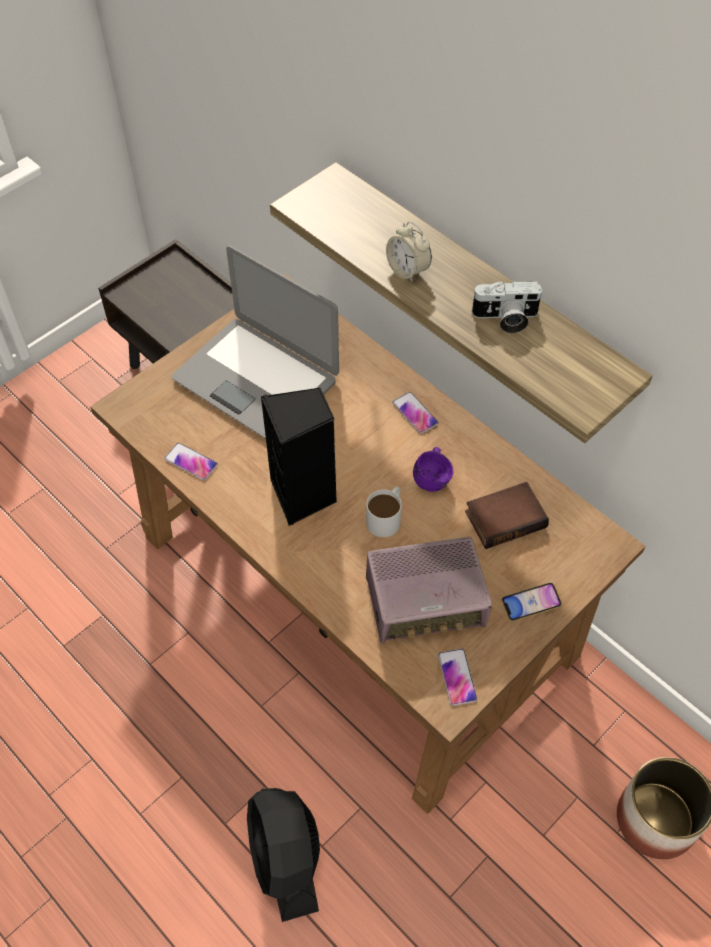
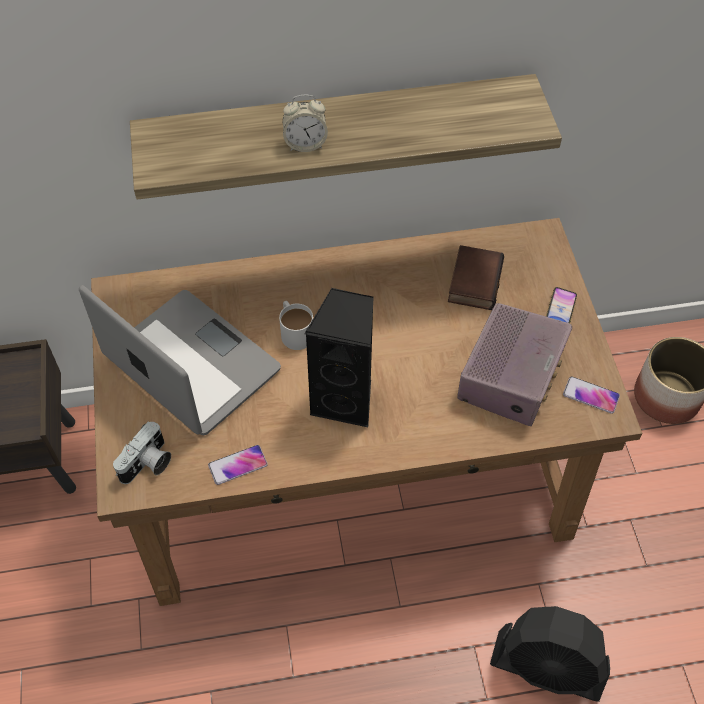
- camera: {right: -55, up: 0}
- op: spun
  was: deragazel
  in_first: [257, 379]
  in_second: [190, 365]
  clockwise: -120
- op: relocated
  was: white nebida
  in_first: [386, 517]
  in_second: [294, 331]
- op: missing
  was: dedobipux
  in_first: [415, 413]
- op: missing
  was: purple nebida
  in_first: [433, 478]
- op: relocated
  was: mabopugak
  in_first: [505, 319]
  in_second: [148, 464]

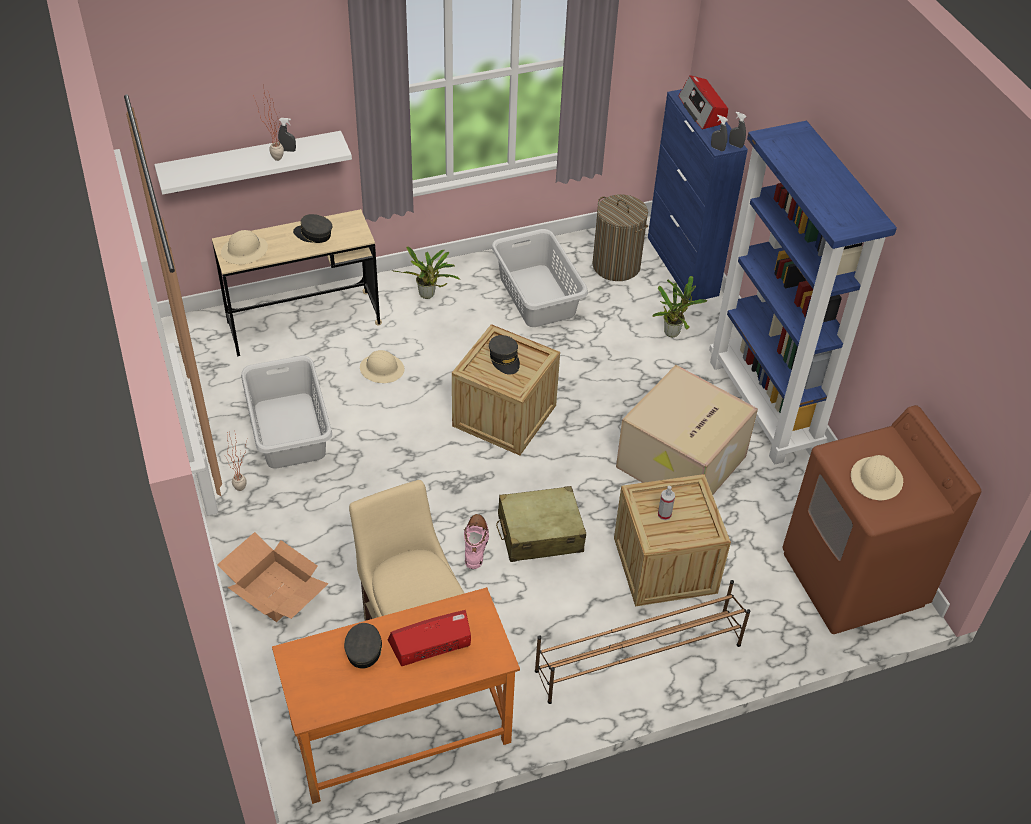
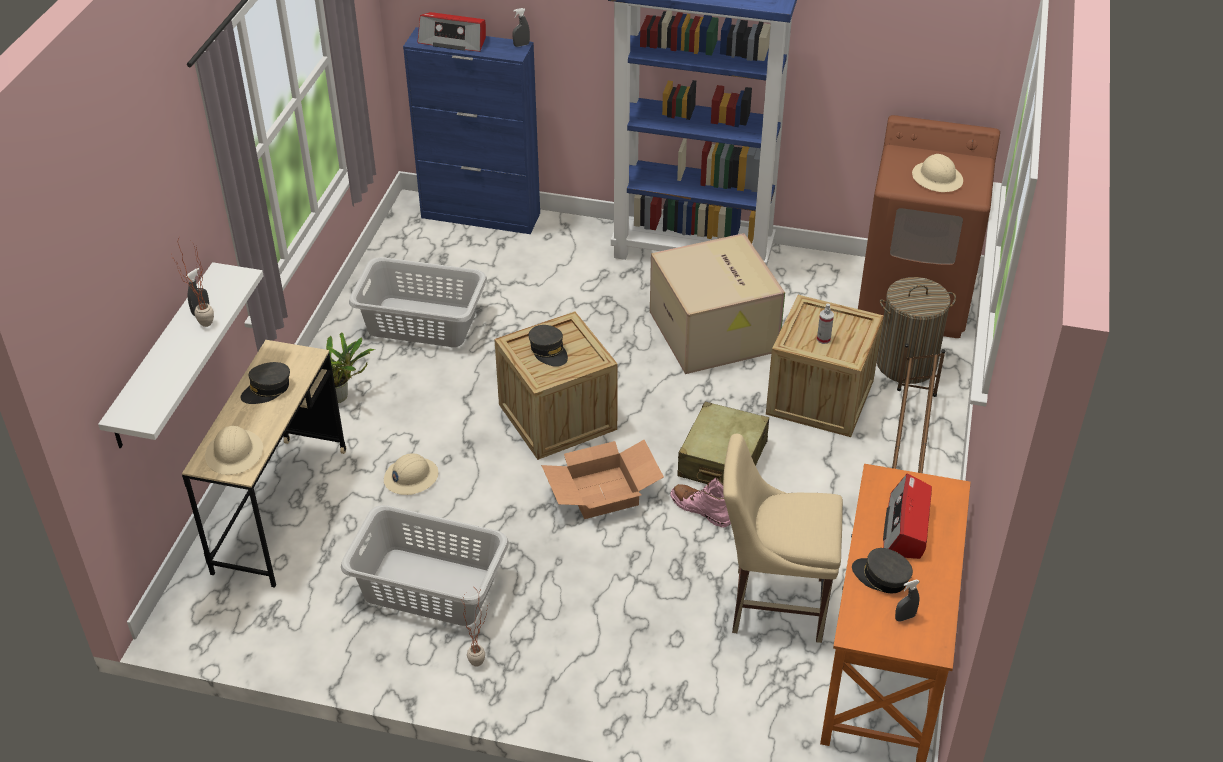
- camera: {right: -55, up: -5}
- op: relocated
  was: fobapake
  in_first: [277, 590]
  in_second: [603, 491]
- op: spun
  was: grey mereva
  in_first: [504, 359]
  in_second: [548, 351]
  clockwise: 45
- op: relocated
  was: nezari
  in_first: [616, 265]
  in_second: [906, 364]
- op: missing
  was: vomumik
  in_first: [673, 331]
- op: relocated
  was: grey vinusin
  in_first: [717, 148]
  in_second: [905, 617]

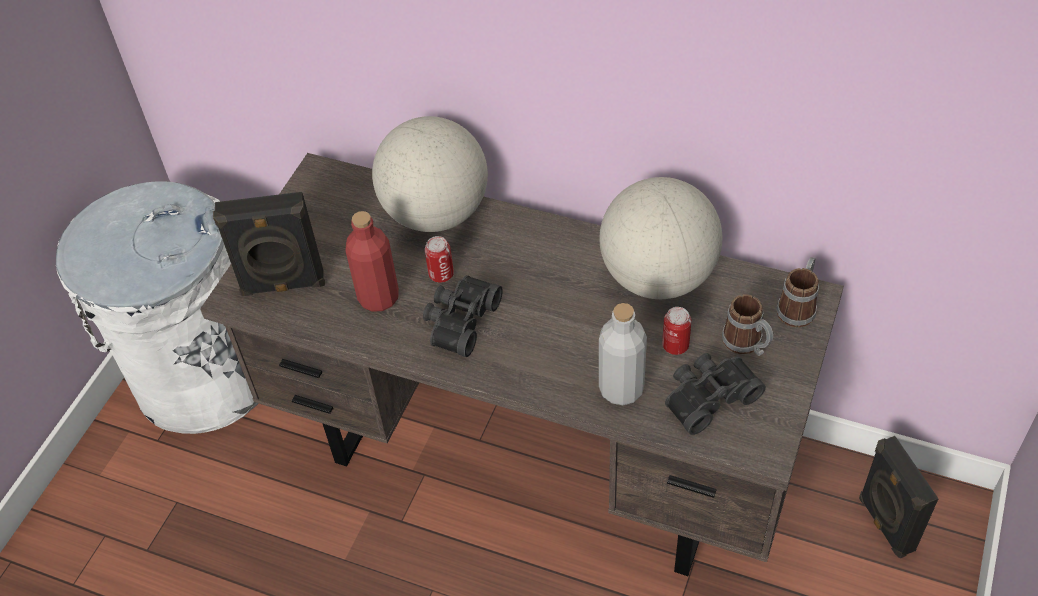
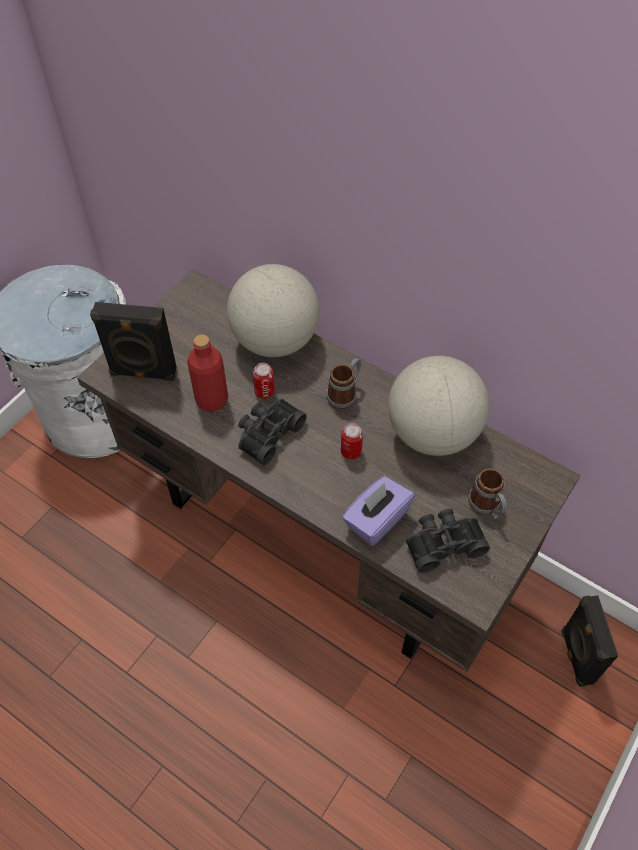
- camera: {right: 10, up: 5}
- op: exchanged
  was: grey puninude
  now: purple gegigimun
  in_first: [621, 389]
  in_second: [376, 520]
- op: relocated
  was: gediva
  in_first: [675, 345]
  in_second: [351, 451]
- op: relocated
  was: nebida
  in_first: [798, 307]
  in_second: [345, 393]

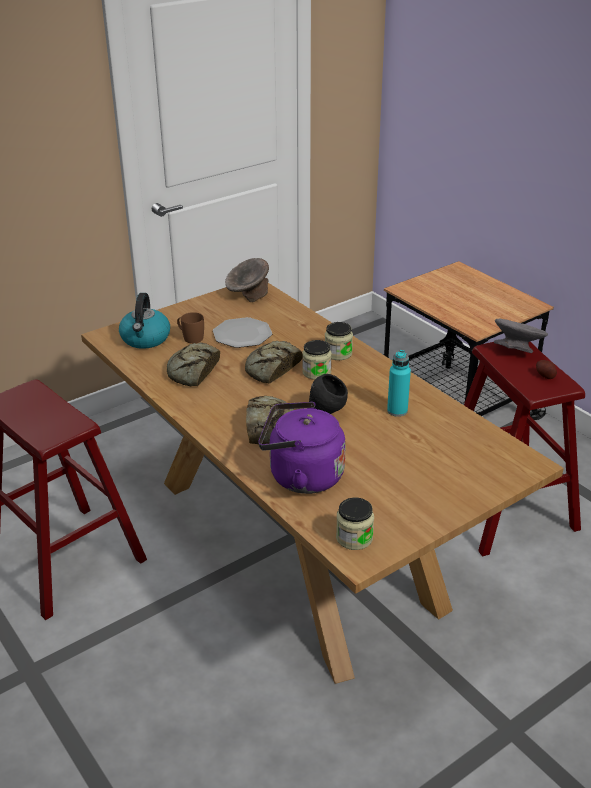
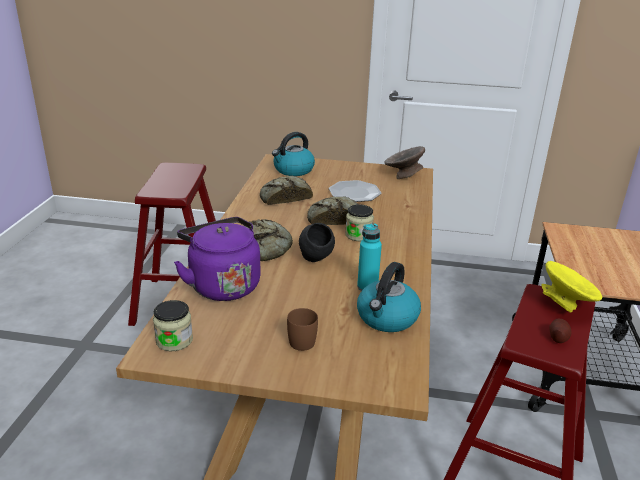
- camera: {right: 45, up: -5}
- op: relocated
  was: brown nebida
  in_first: [190, 337]
  in_second: [301, 339]
- op: missing
  was: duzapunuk
  in_first: [338, 353]
- op: colour
  was: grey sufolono
  now: yellow sufolono
  in_first: [516, 349]
  in_second: [566, 305]
- op: appeared
  now: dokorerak
  in_second: [387, 318]

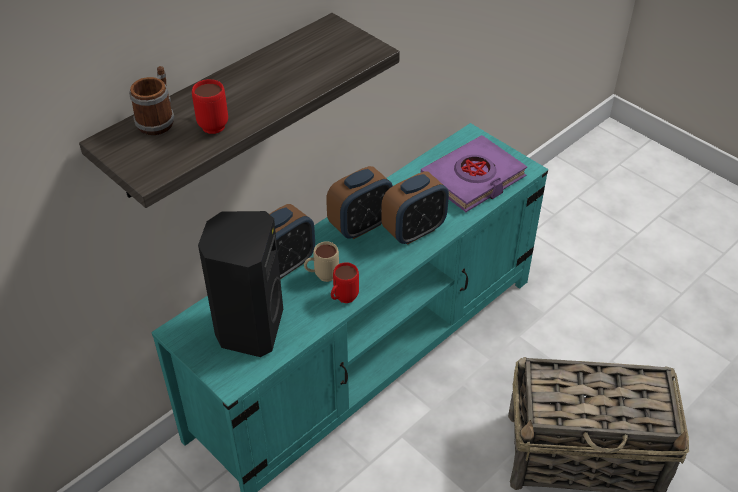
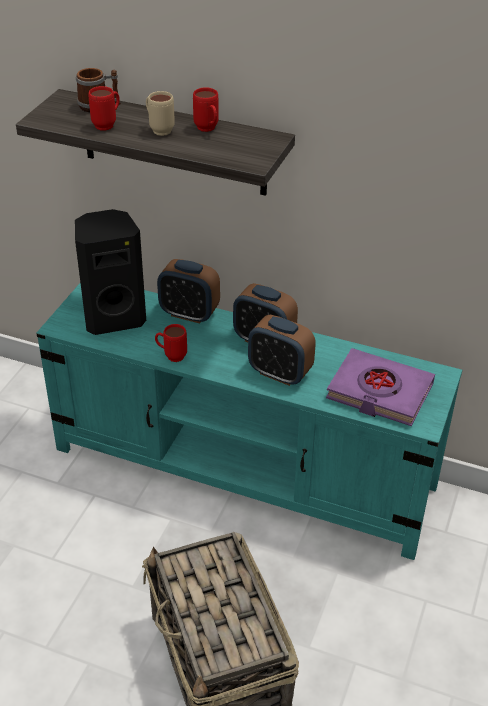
- camera: {right: 65, up: -5}
- op: relocated
  was: beige nebida
  in_first: [322, 276]
  in_second: [159, 130]
- op: appeared
  now: red nebida
  in_second: [208, 130]

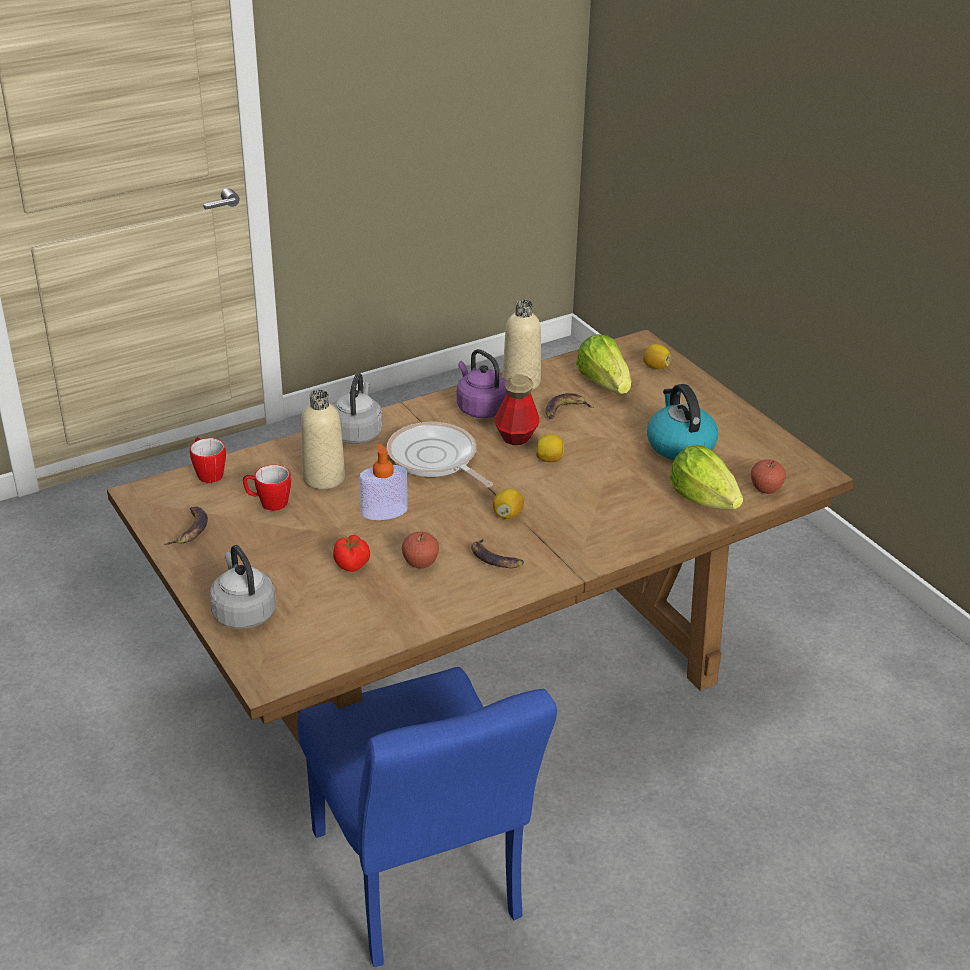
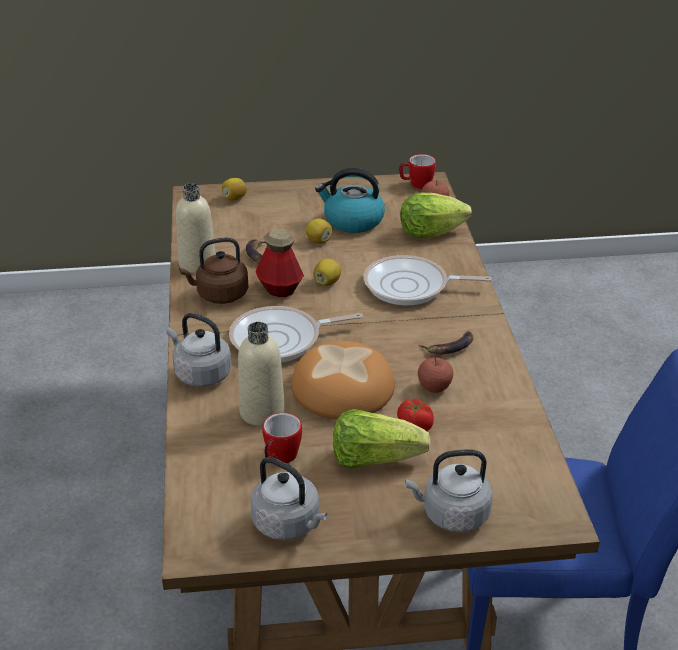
- camera: {right: -65, up: 0}
- op: exchanged
  was: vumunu
  now: grey dokorerak
  in_first: [190, 529]
  in_second: [289, 524]
- op: relocated
  was: nebida
  in_first: [208, 473]
  in_second: [416, 185]
- op: exchanged
  was: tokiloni
  now: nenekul
  in_first: [384, 511]
  in_second: [343, 389]
- op: colour
  was: purple dokorerak
  now: brown dokorerak
  in_first: [480, 408]
  in_second: [219, 295]
- op: relocated
  was: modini
  in_first: [508, 514]
  in_second: [319, 241]
- op: relocated
  was: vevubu
  in_first: [604, 383]
  in_second: [374, 459]
- op: appeared
  now: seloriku
  in_second: [411, 287]

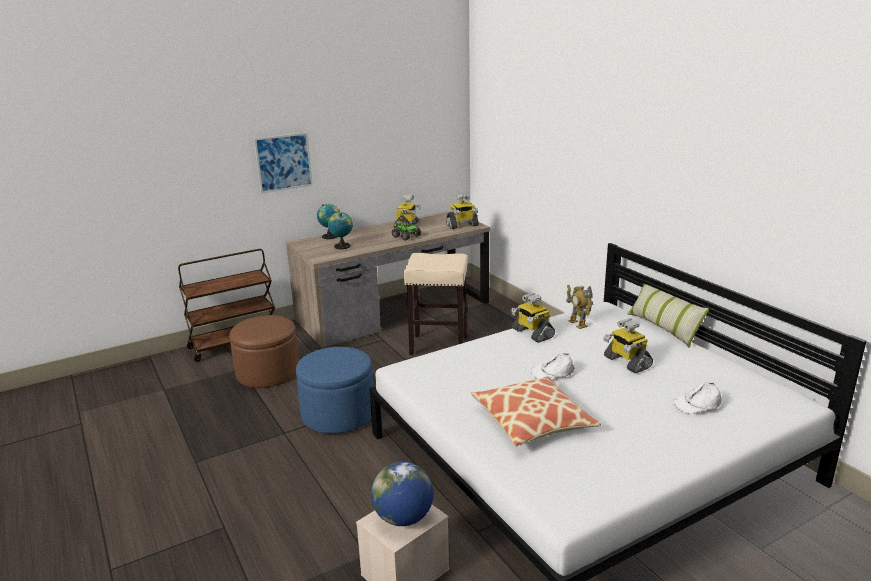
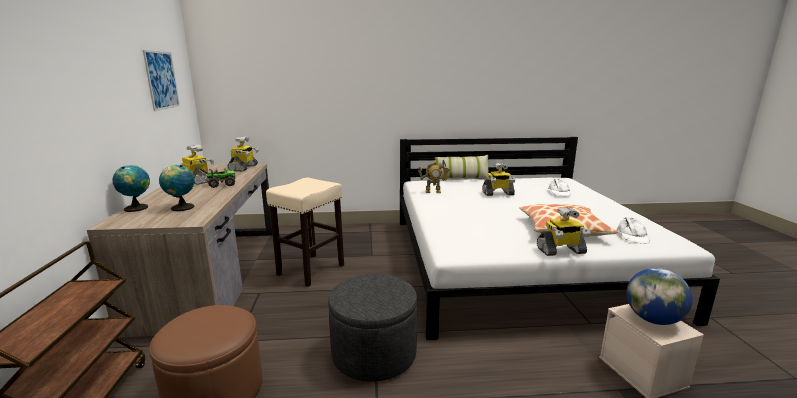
- camera: {right: -65, up: -5}
- op: relocated
  was: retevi
  in_first: [284, 162]
  in_second: [162, 80]
- op: colour
  was: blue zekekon
  now: grey zekekon
  in_first: [338, 415]
  in_second: [374, 353]
- op: relocated
  was: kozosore
  in_first: [532, 333]
  in_second: [561, 251]
- op: relocated
  was: white mereva
  in_first: [552, 372]
  in_second: [632, 236]

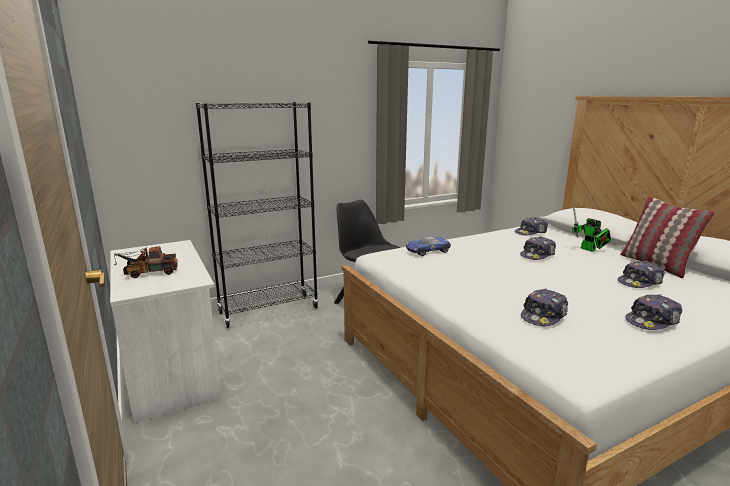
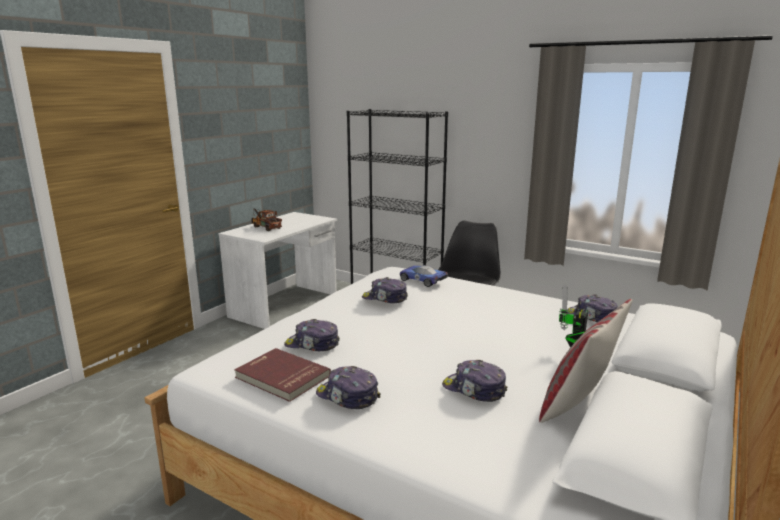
- camera: {right: 60, up: 0}
- op: relocated
  was: mereva
  in_first: [537, 255]
  in_second: [384, 298]
- op: appeared
  now: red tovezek
  in_second: [281, 377]

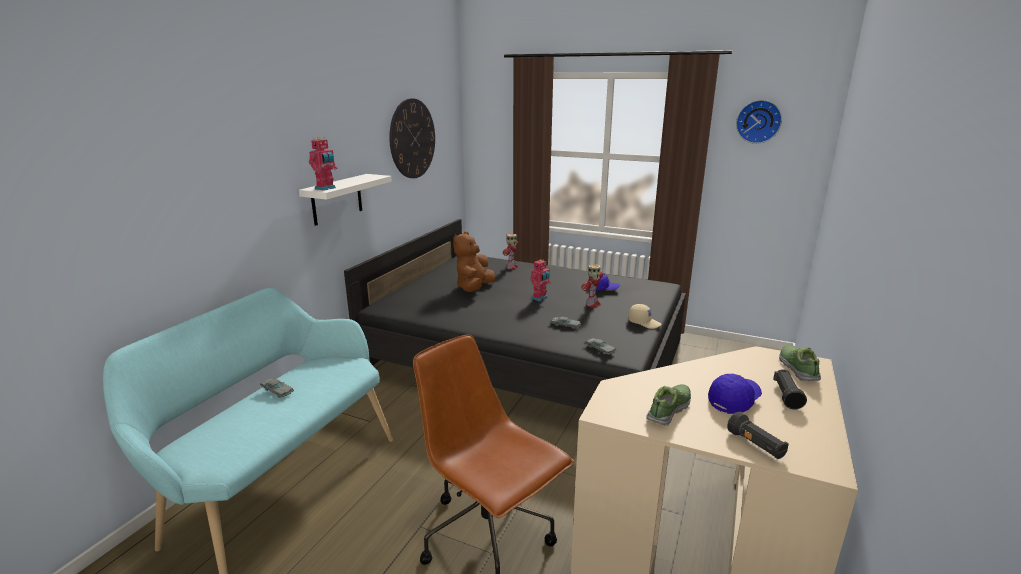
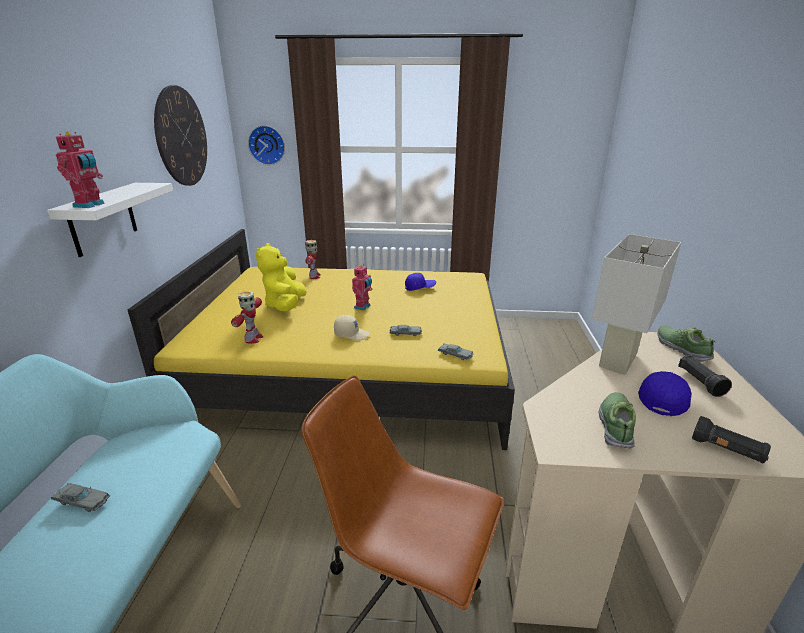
- camera: {right: -20, up: 5}
- op: colour
  was: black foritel
  now: yellow foritel
  in_first: [527, 357]
  in_second: [352, 369]
- op: colour
  was: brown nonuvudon
  now: yellow nonuvudon
  in_first: [474, 288]
  in_second: [285, 305]
- op: relocated
  was: kozosore
  in_first: [592, 304]
  in_second: [253, 339]
- op: relocated
  was: beige mereva
  in_first: [644, 322]
  in_second: [352, 334]
- op: relocated
  was: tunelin
  in_first: [758, 121]
  in_second: [267, 145]
- op: appeared
  now: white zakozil
  in_second: [618, 360]

